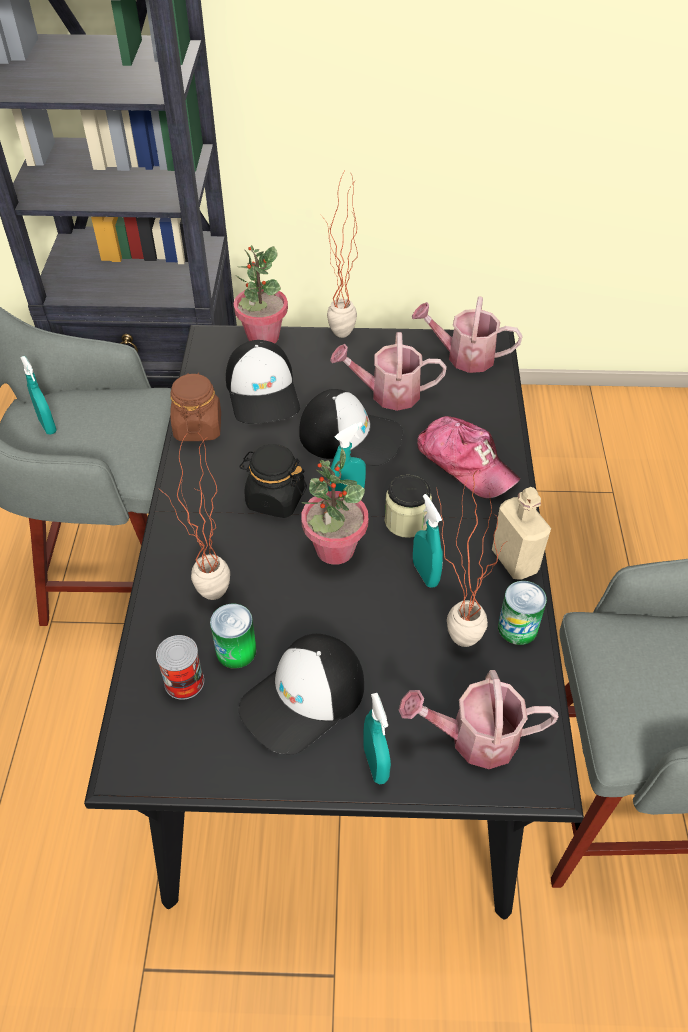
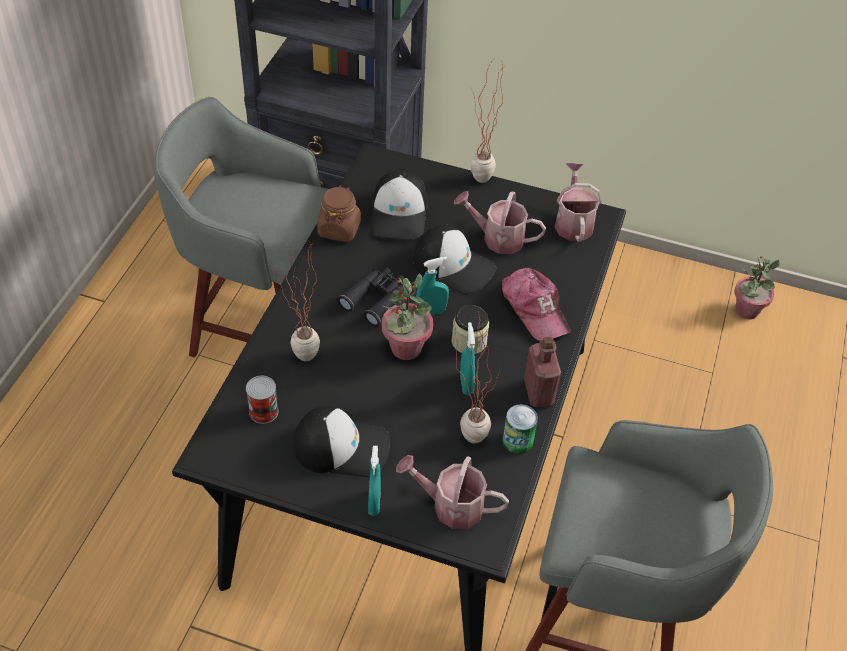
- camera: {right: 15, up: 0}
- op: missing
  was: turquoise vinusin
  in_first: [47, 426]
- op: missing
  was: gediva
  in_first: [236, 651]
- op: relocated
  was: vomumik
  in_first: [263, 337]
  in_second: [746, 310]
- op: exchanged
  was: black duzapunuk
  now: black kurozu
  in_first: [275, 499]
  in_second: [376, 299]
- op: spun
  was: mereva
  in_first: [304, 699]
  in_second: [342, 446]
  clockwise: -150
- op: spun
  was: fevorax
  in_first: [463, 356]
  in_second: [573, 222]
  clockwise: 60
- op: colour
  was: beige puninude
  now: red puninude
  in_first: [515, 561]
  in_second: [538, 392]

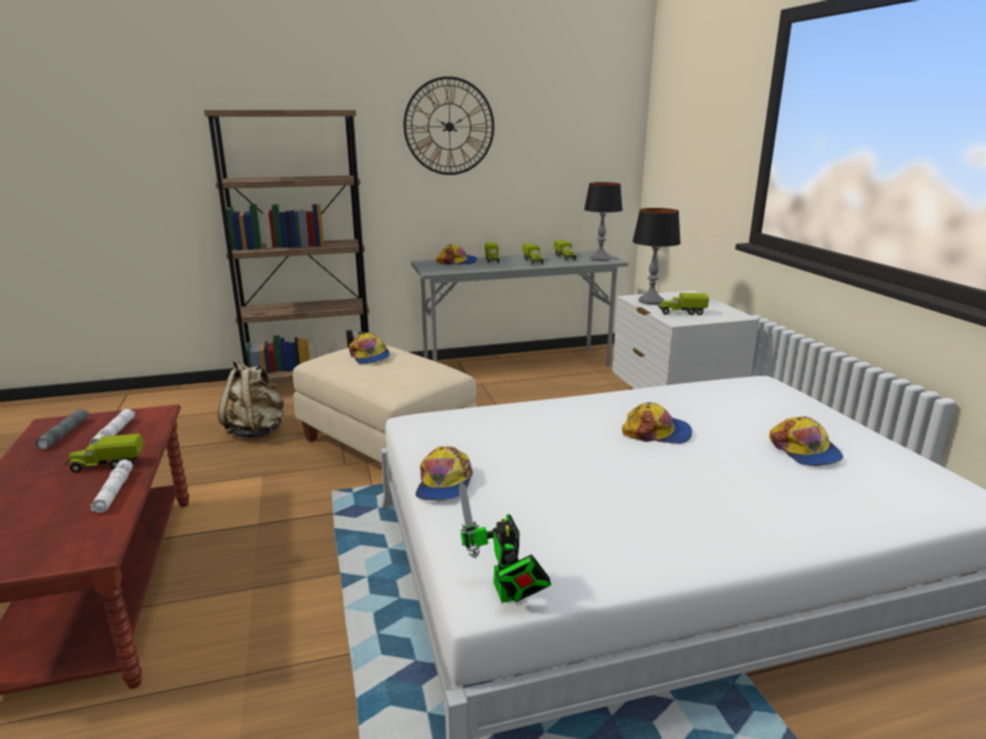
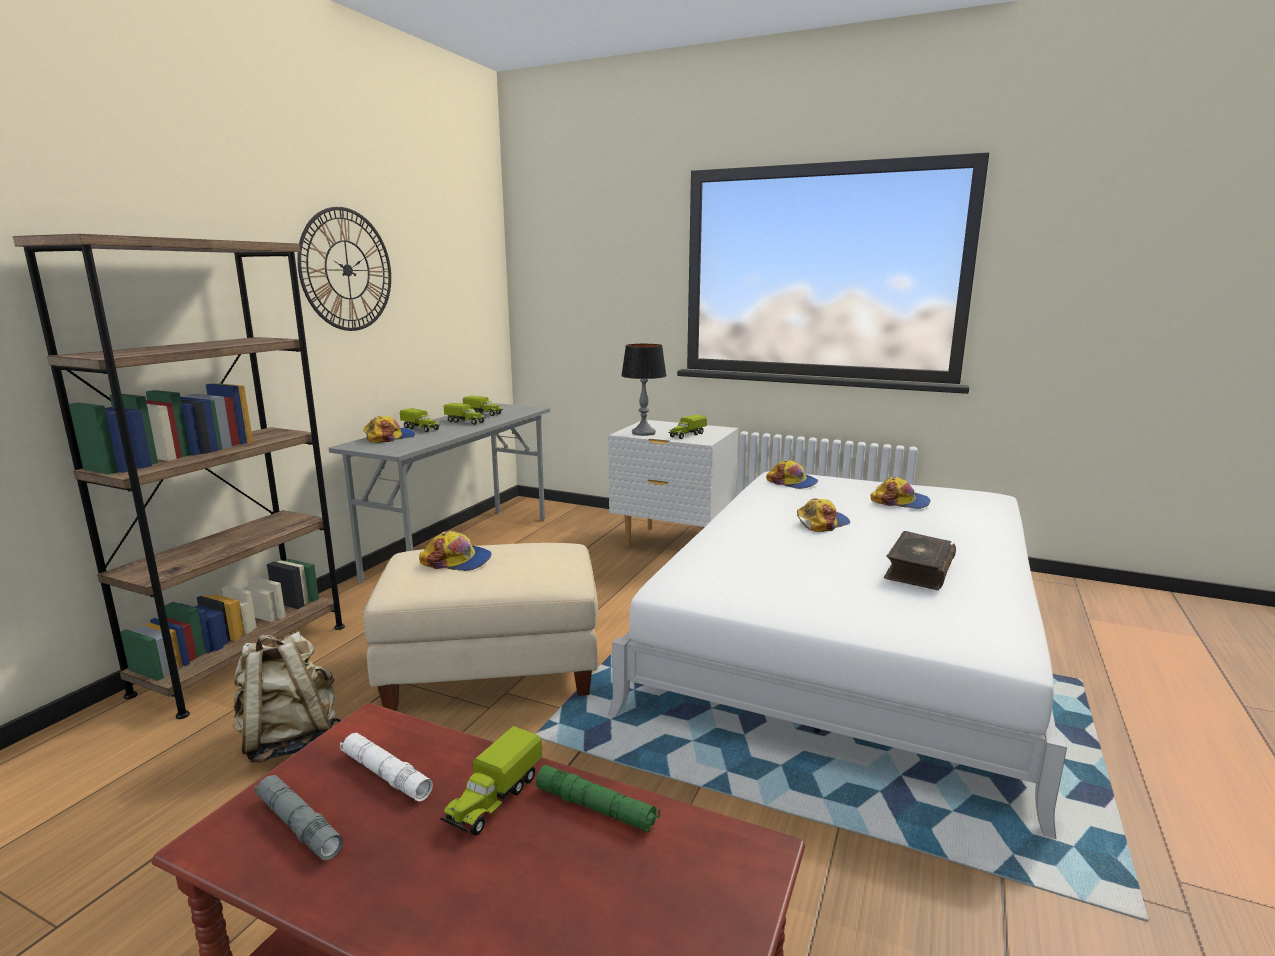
- camera: {right: -50, up: -5}
- op: colour
  was: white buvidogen
  now: green buvidogen
  in_first: [114, 492]
  in_second: [596, 808]
- op: relocated
  was: mereva
  in_first: [444, 483]
  in_second: [792, 482]
- op: missing
  was: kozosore
  in_first: [506, 594]
- op: missing
  was: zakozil
  in_first: [600, 259]
- op: appeared
  now: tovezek
  in_second: [917, 571]

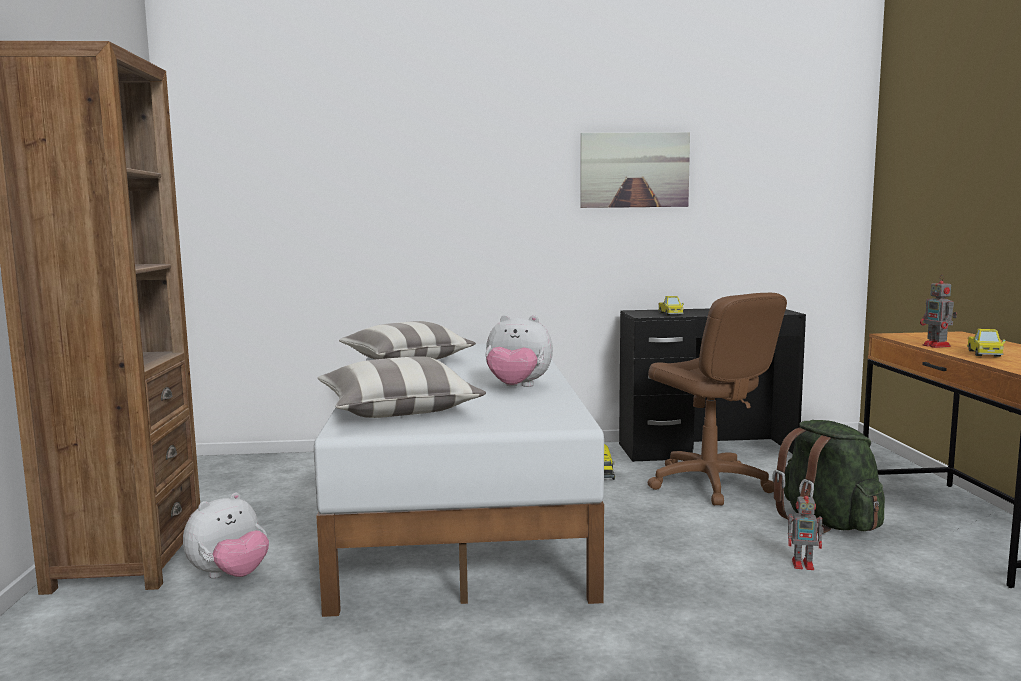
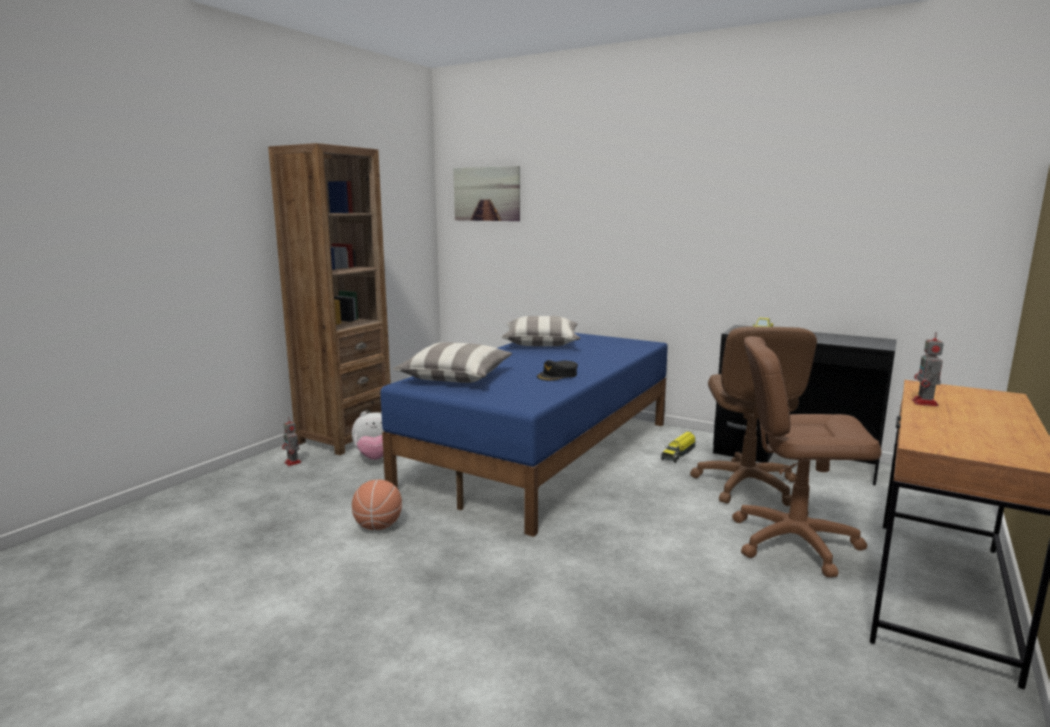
- camera: {right: 35, up: 5}
- op: colour
  was: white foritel
  now: blue foritel
  in_first: [463, 506]
  in_second: [544, 454]
- op: exchanged
  was: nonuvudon
  now: black mereva
  in_first: [517, 387]
  in_second: [557, 376]
- op: relocated
  was: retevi
  in_first: [634, 170]
  in_second: [486, 194]
- op: exchanged
  was: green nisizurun
  now: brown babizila
  in_first: [826, 523]
  in_second: [793, 542]
- op: relocated
  was: kozosore
  in_first: [804, 564]
  in_second: [293, 463]
- op: missing
  was: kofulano
  in_first: [984, 354]
- op: appeared
  now: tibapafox
  in_second: [378, 526]

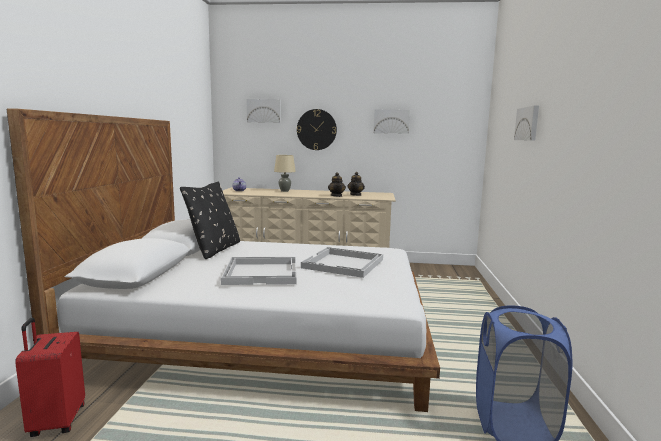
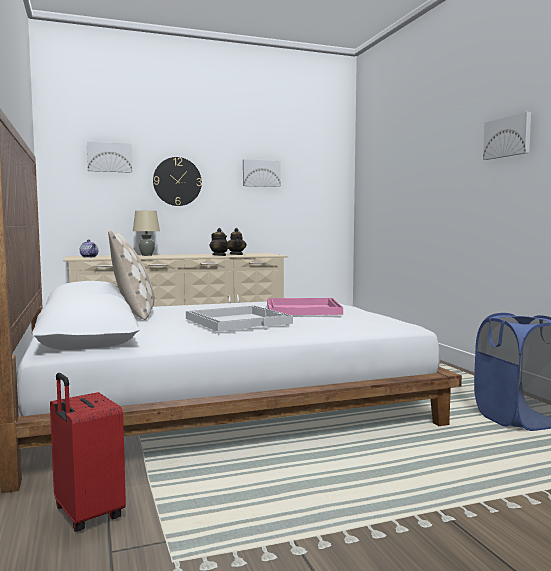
- camera: {right: -25, up: -5}
- op: colour
  was: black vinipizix
  now: beige vinipizix
  in_first: [215, 250]
  in_second: [134, 314]
- op: colour
  was: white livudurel
  now: pink livudurel
  in_first: [343, 264]
  in_second: [303, 309]
- op: relocated
  was: retevi
  in_first: [528, 124]
  in_second: [508, 137]

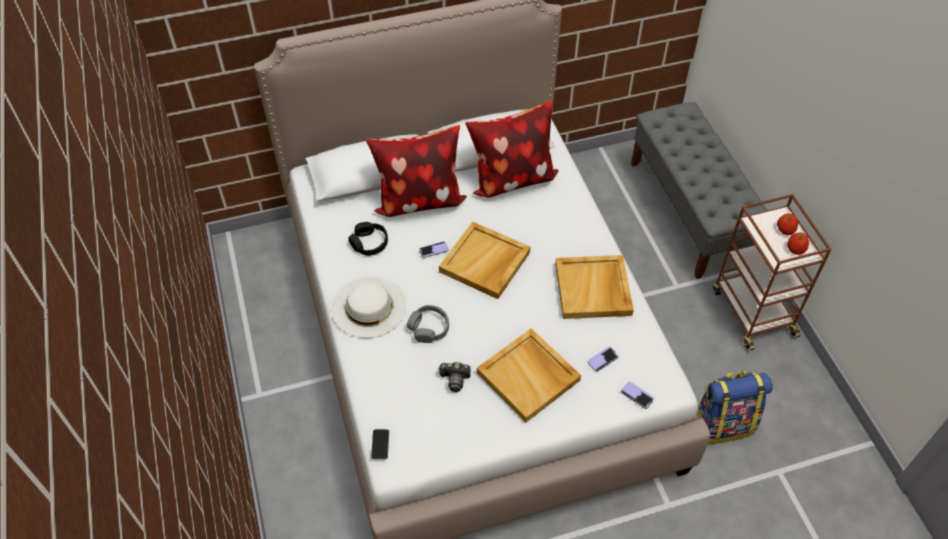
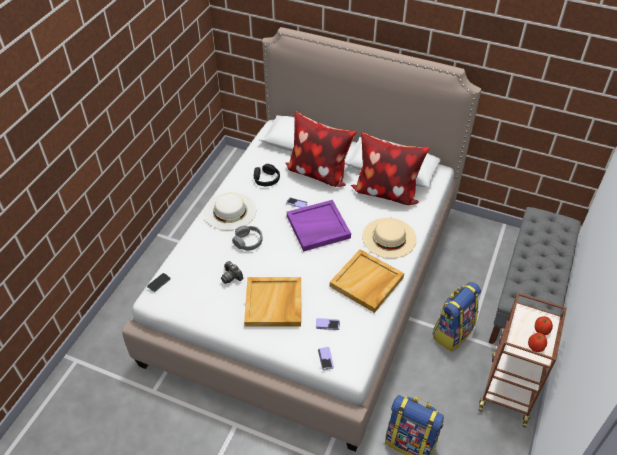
- camera: {right: 40, up: -5}
- op: colour
  was: beige livudurel
  now: purple livudurel
  in_first: [485, 263]
  in_second: [318, 227]
- op: appeared
  now: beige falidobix
  in_second: [389, 237]
- op: appeared
  now: nisizurun
  in_second: [452, 332]

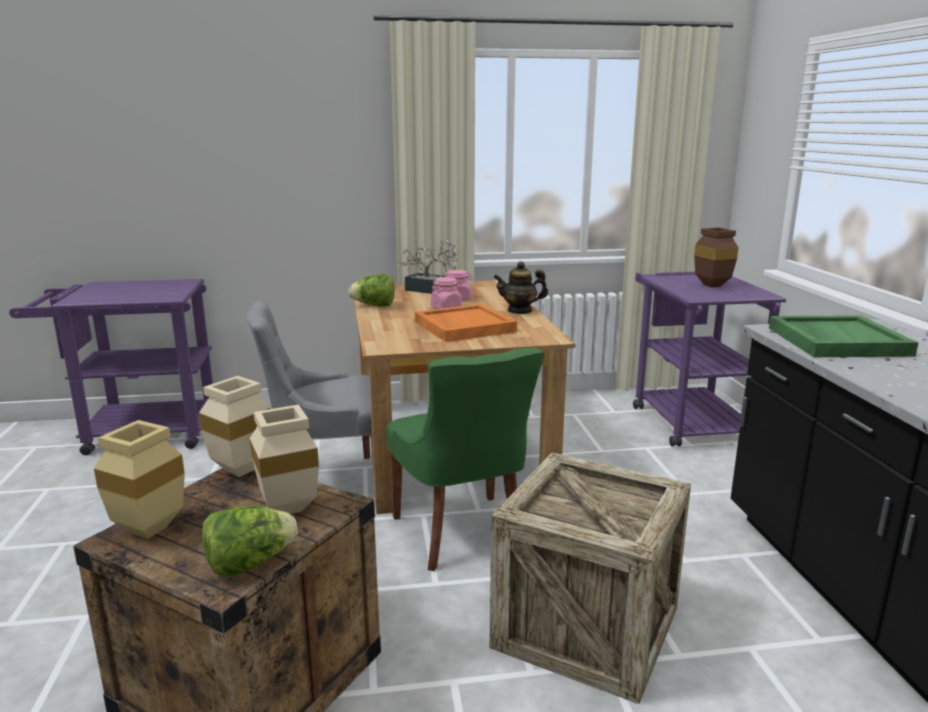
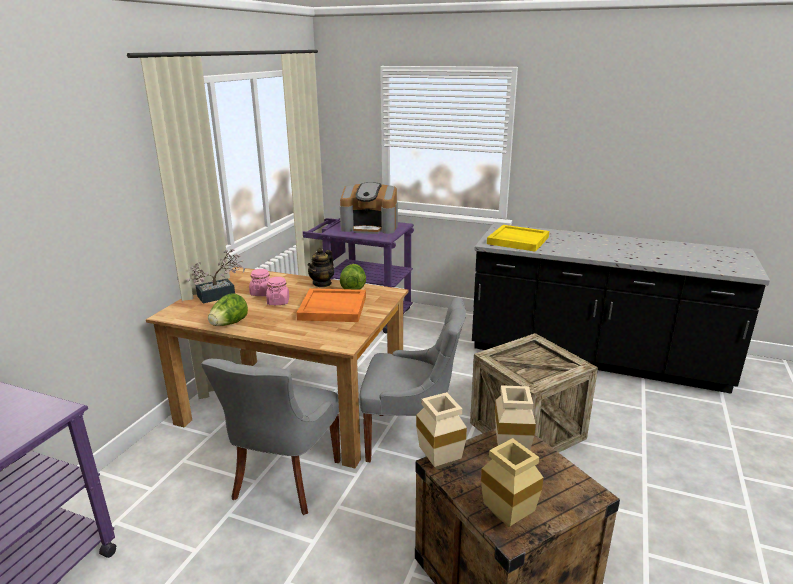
- camera: {right: -60, up: 5}
- op: relocated
  was: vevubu
  in_first: [250, 564]
  in_second: [353, 287]
- op: colour
  was: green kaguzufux
  now: grey kaguzufux
  in_first: [462, 533]
  in_second: [411, 439]
- op: exchanged
  was: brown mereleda
  now: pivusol
  in_first: [714, 286]
  in_second: [370, 227]
- op: colour
  was: green livudurel
  now: yellow livudurel
  in_first: [836, 341]
  in_second: [517, 240]

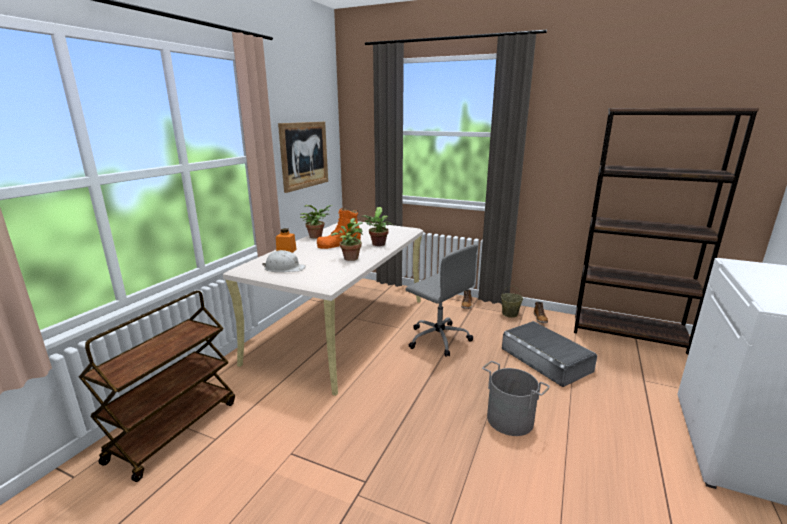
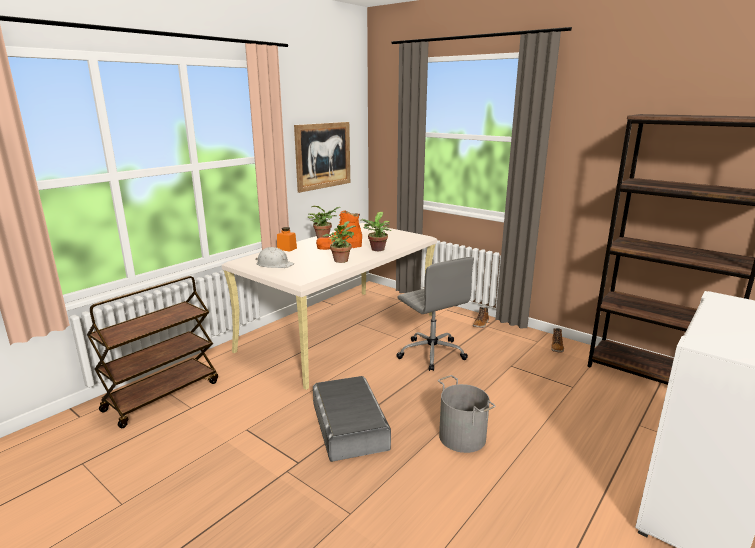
- camera: {right: 15, up: 0}
- op: missing
  was: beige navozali
  in_first: [509, 314]
- op: relocated
  was: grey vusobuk
  in_first: [545, 359]
  in_second: [349, 425]

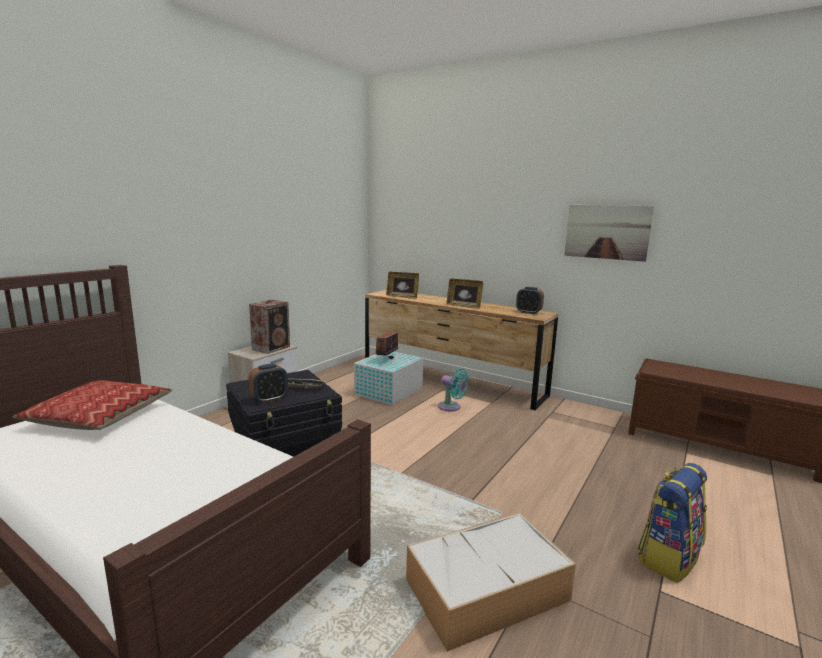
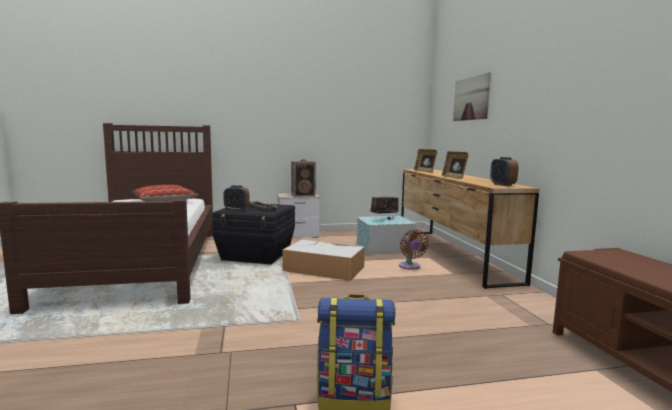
- camera: {right: 45, up: -5}
- op: relocated
  was: vusobuk
  in_first: [485, 592]
  in_second: [322, 269]
- op: colour
  was: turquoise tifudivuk
  now: brown tifudivuk
  in_first: [451, 407]
  in_second: [410, 267]
- op: relocated
  was: retevi
  in_first: [607, 232]
  in_second: [471, 98]

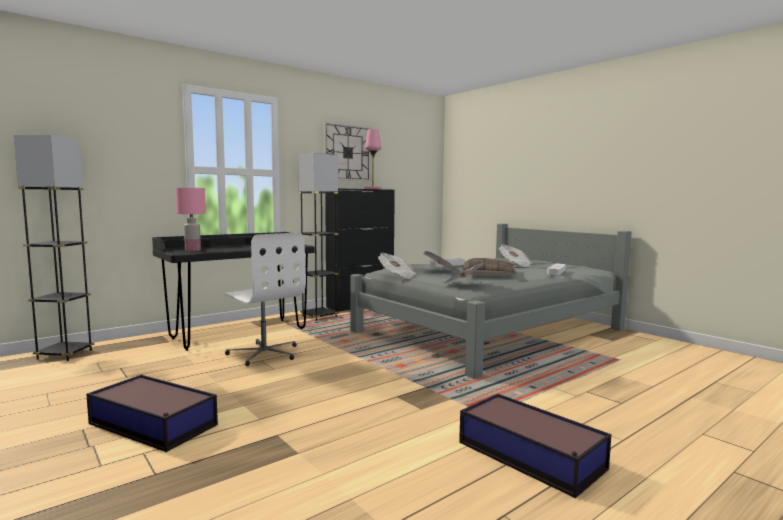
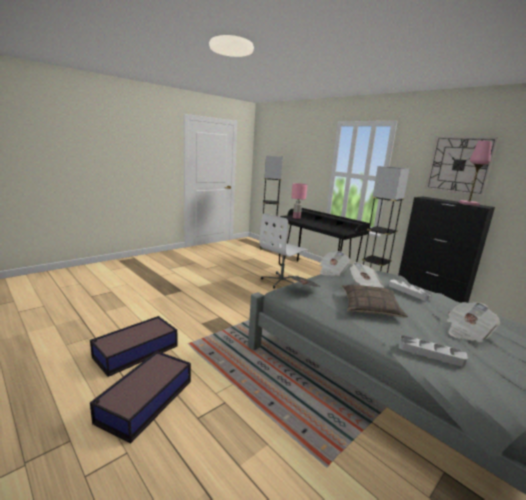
- camera: {right: 85, up: 10}
- op: relocated
  was: vusobuk
  in_first: [153, 425]
  in_second: [144, 401]

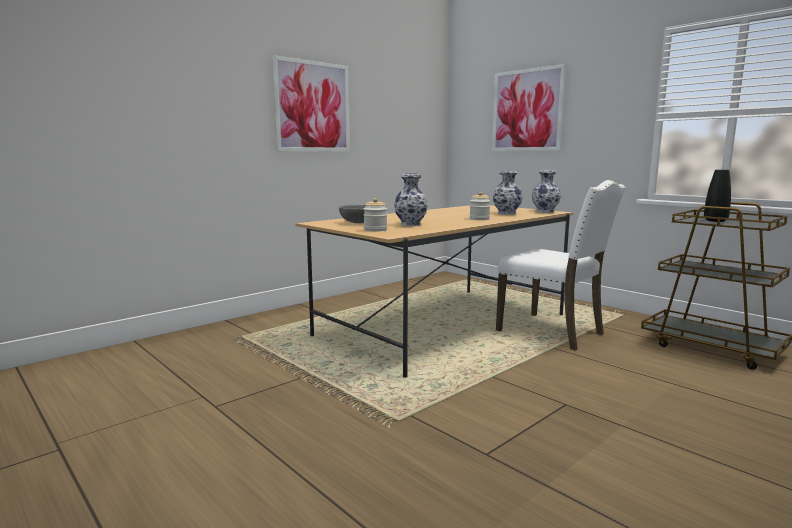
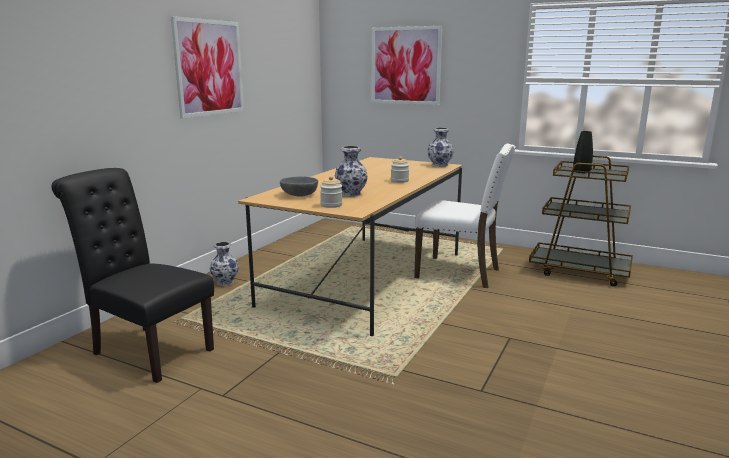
- camera: {right: -20, up: 5}
- op: relocated
  was: mereleda
  in_first: [507, 213]
  in_second: [225, 282]
- op: appeared
  now: black kaguzufux
  in_second: [147, 350]

